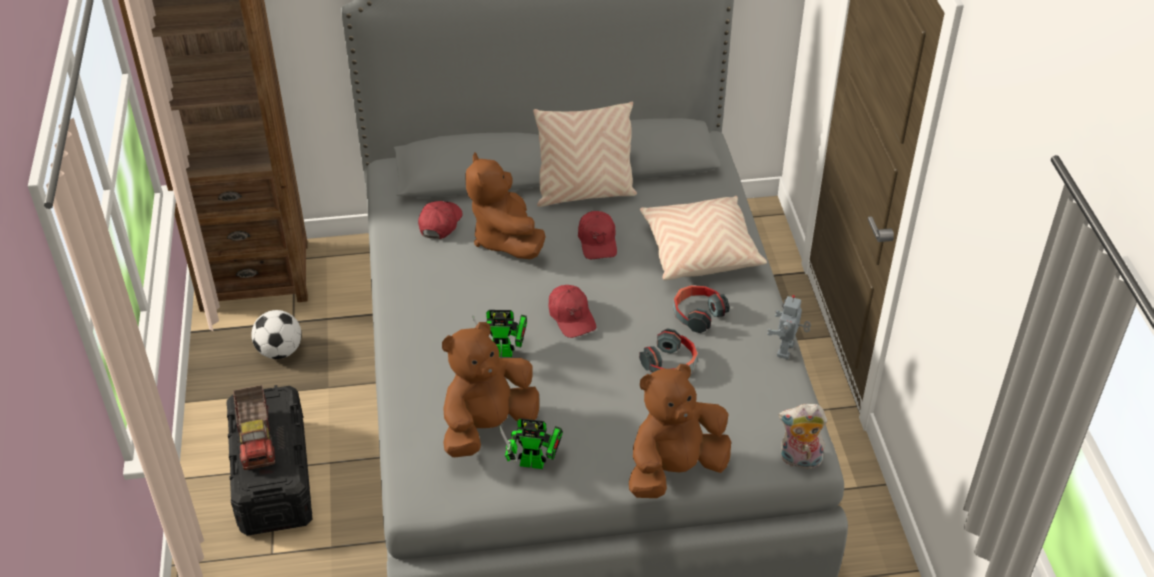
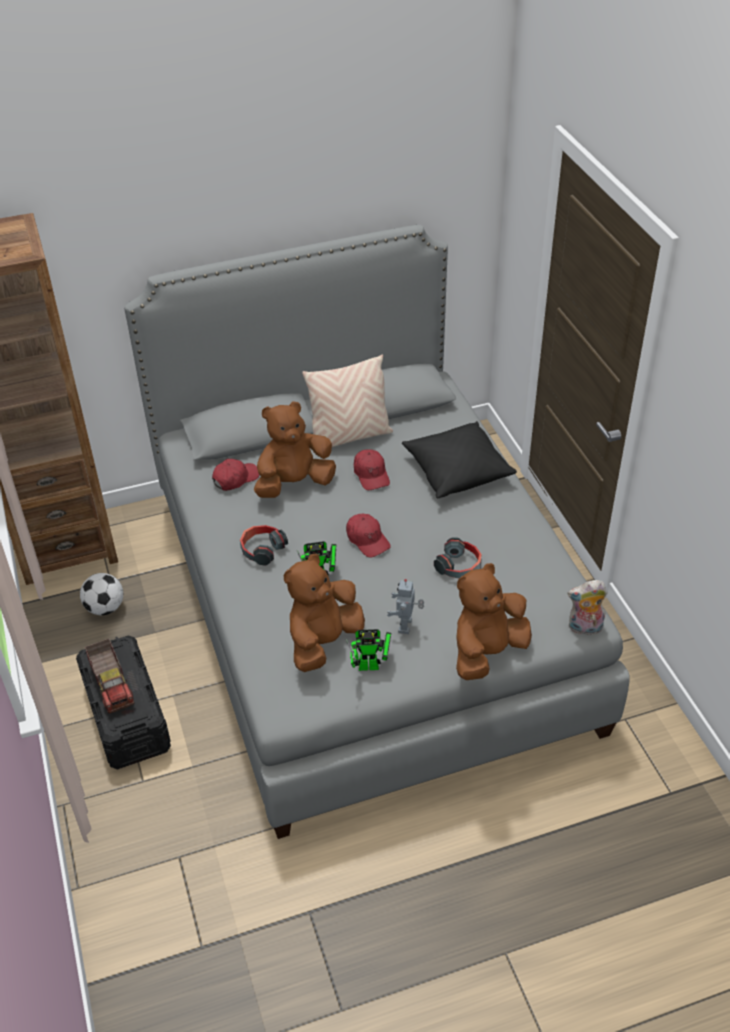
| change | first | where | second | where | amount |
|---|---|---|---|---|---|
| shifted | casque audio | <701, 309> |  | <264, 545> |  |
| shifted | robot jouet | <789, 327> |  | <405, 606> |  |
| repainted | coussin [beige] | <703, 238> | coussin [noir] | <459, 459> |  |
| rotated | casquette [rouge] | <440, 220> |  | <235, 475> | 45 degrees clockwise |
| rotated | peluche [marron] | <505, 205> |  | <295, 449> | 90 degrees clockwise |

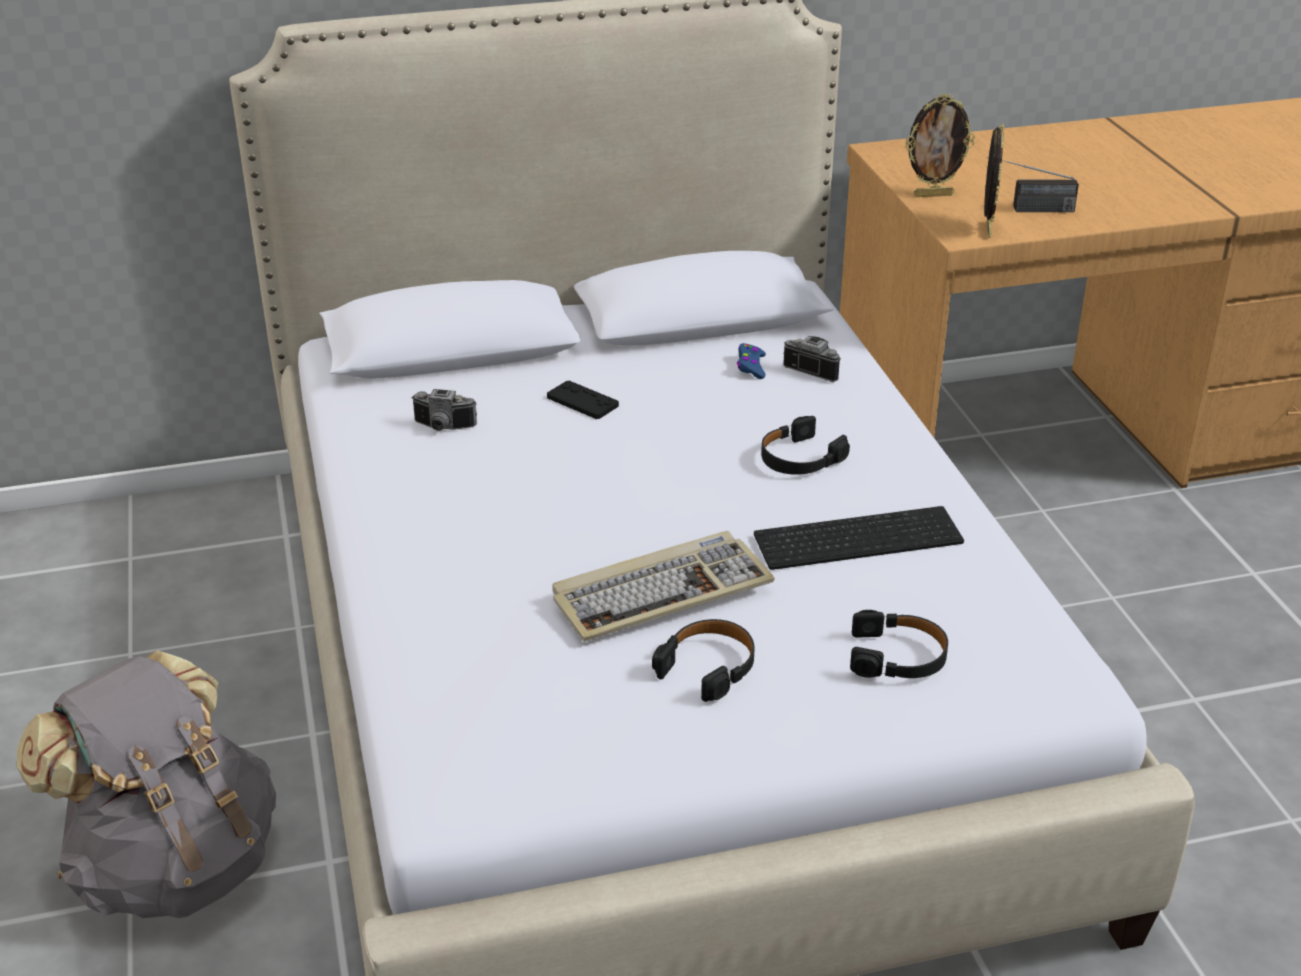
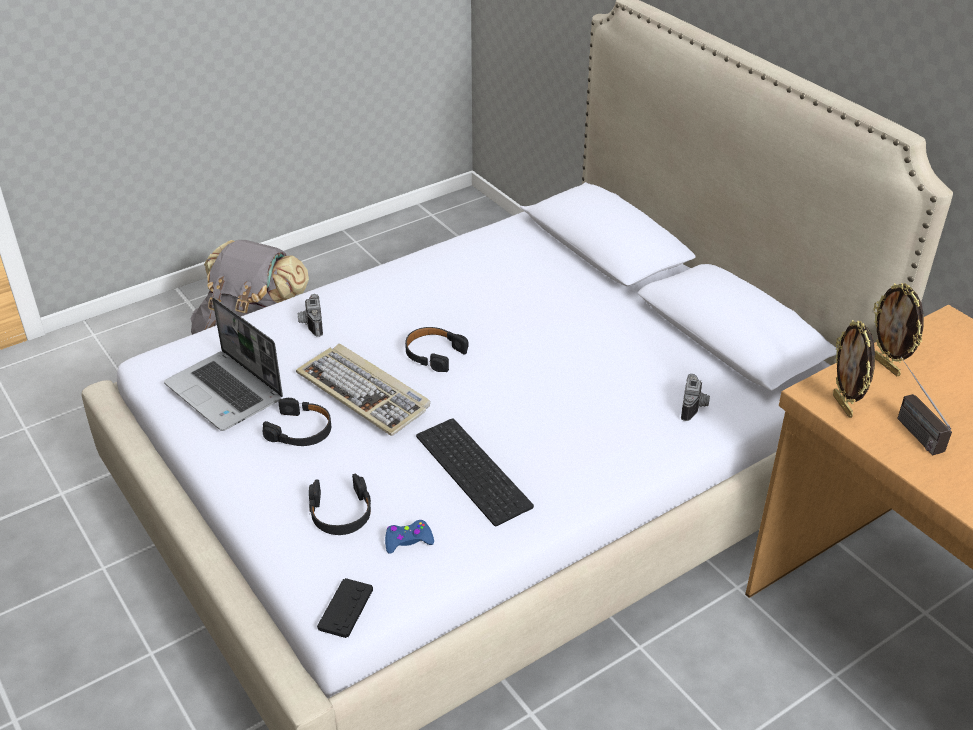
| change | first | where | second | where | amount |
|---|---|---|---|---|---|
| new |  |  | ordinateur portable | <223, 364> |  |
| shifted | appareil photo | <444, 410> |  | <310, 315> |  |
| shifted | manette [noir] | <583, 400> |  | <345, 608> |  |
| shifted | manette [bleu] | <751, 361> |  | <409, 537> |  |
| shifted | casque audio [noir] | <805, 445> |  | <437, 349> |  |
| rotated | cadre photo | <994, 180> |  | <854, 369> | 90 degrees clockwise |

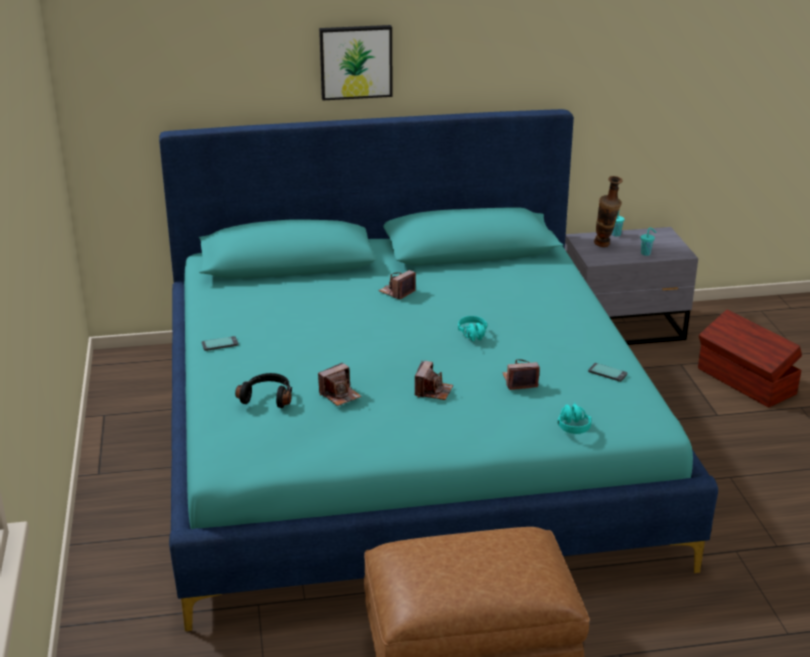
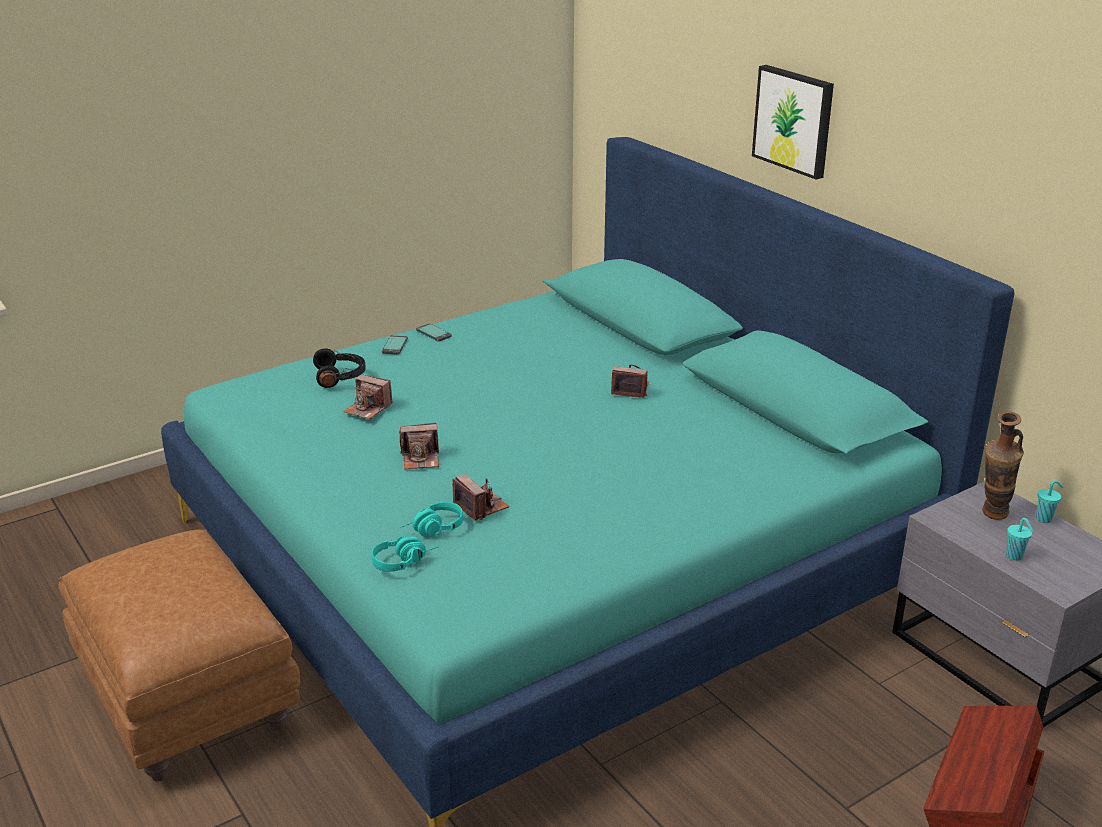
| change | first | where | second | where | amount |
|---|---|---|---|---|---|
| shifted | casque audio [turquoise] | <472, 329> |  | <431, 519> |  |
| shifted | téléphone | <607, 372> |  | <395, 345> |  |

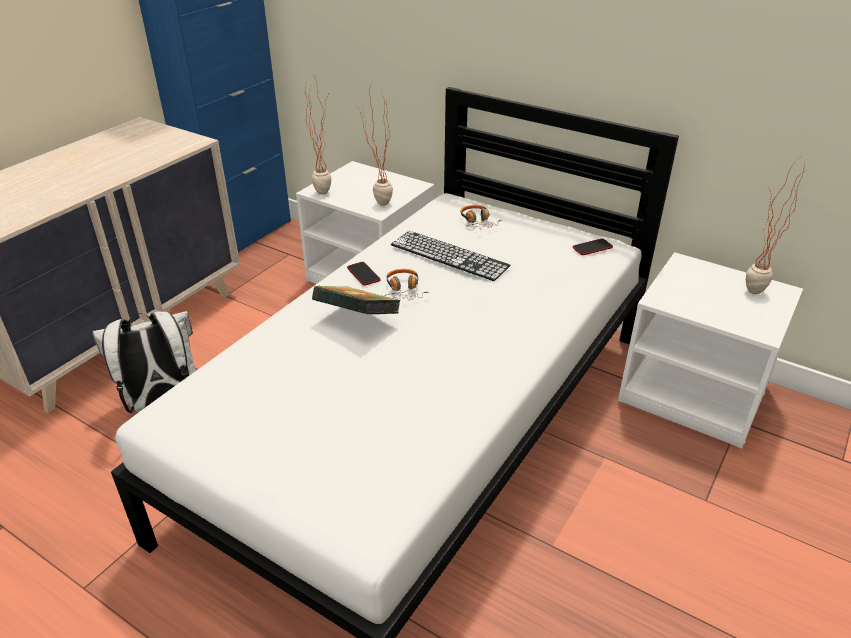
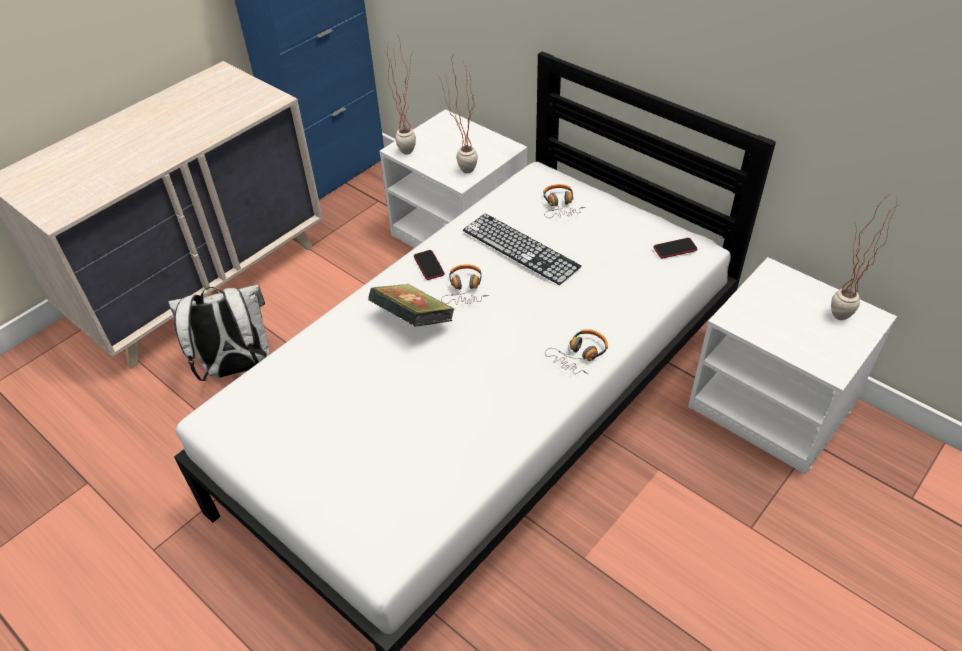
| change | first | where | second | where | amount |
|---|---|---|---|---|---|
| new |  |  | casque audio | <576, 351> |  |

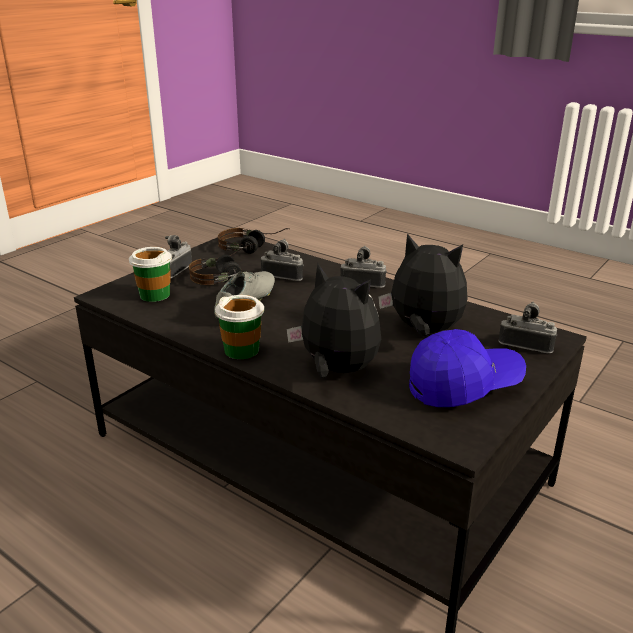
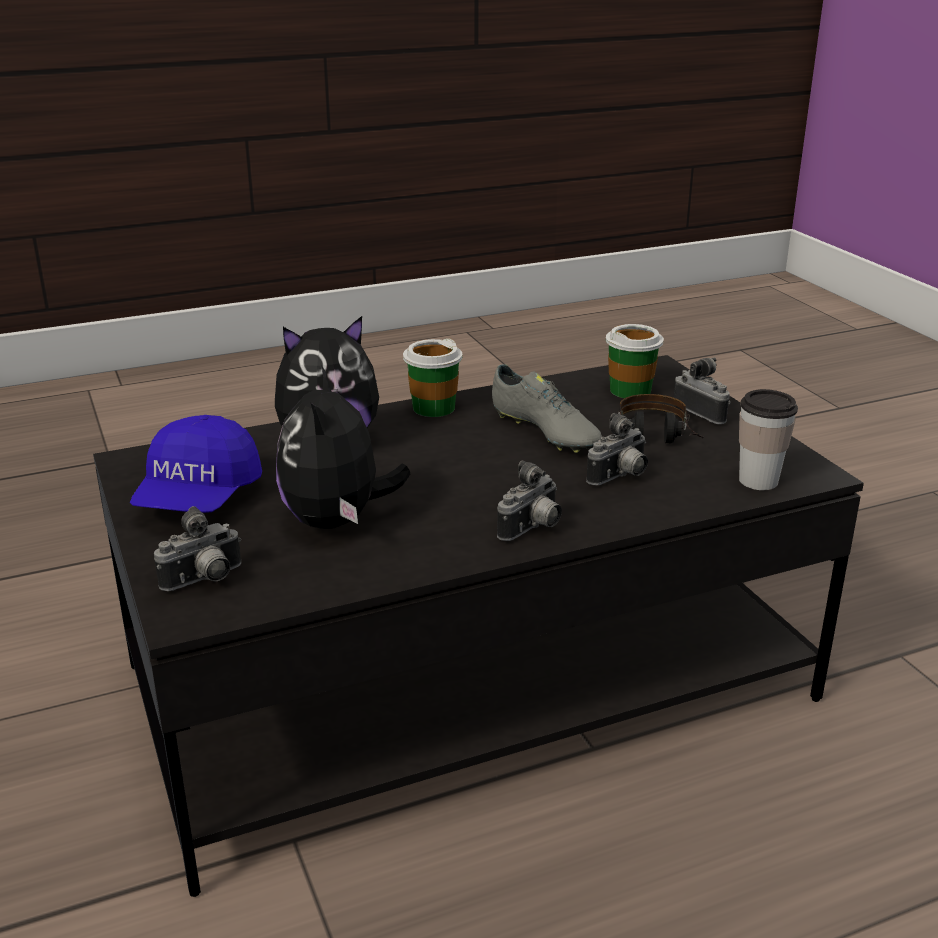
| change | first | where | second | where | amount |
|---|---|---|---|---|---|
| swapped | casque audio | <253, 241> | tasse | <768, 439> |  |
| rotated | peluche | <422, 284> |  | <343, 448> | 120 degrees clockwise |

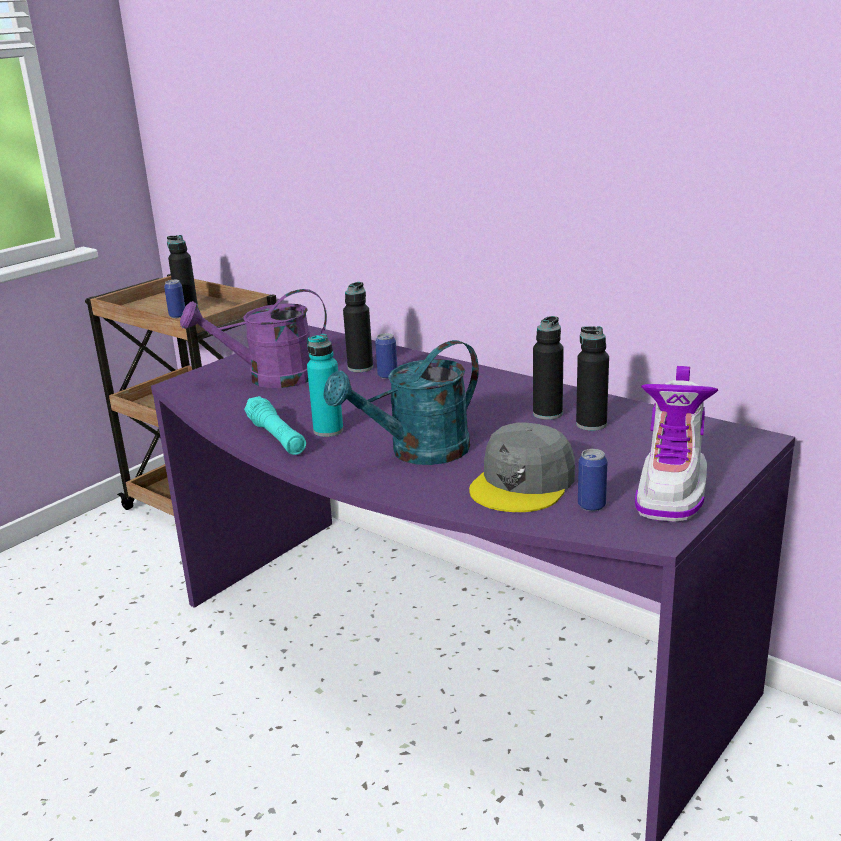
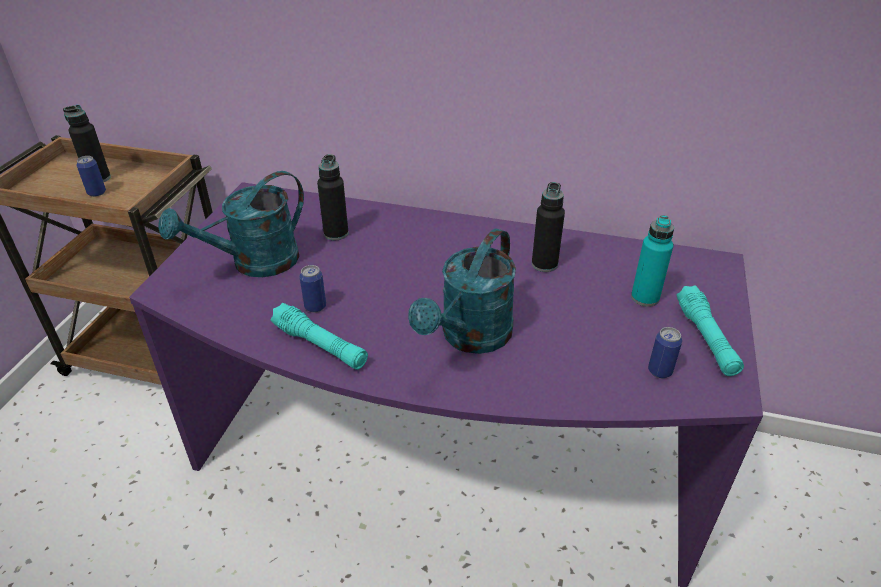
| change | first | where | second | where | amount |
|---|---|---|---|---|---|
| gone | casquette [gris] | <522, 467> |  |  |  |
| gone | bouteille [noir] | <592, 378> |  |  |  |
| shifted | bouteille [turquoise] | <325, 385> |  | <652, 261> |  |
| shifted | boîte métallique | <386, 356> |  | <312, 289> |  |
| swapped | botte | <676, 444> | lampe de poche [turquoise] | <710, 330> |  |
| repainted | arrosoir [violet] | <253, 338> | arrosoir [turquoise] | <231, 224> |  |

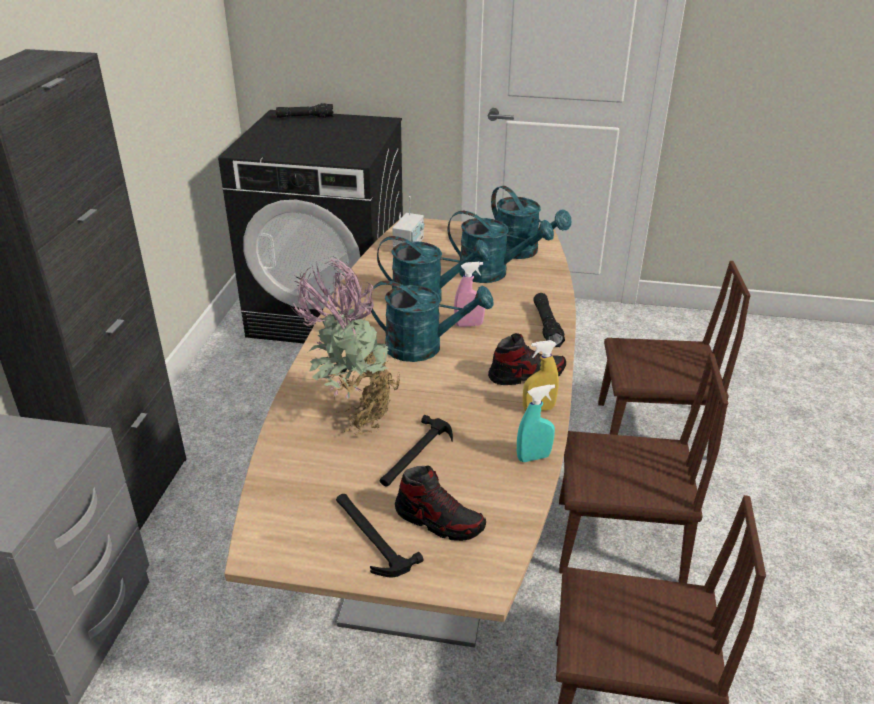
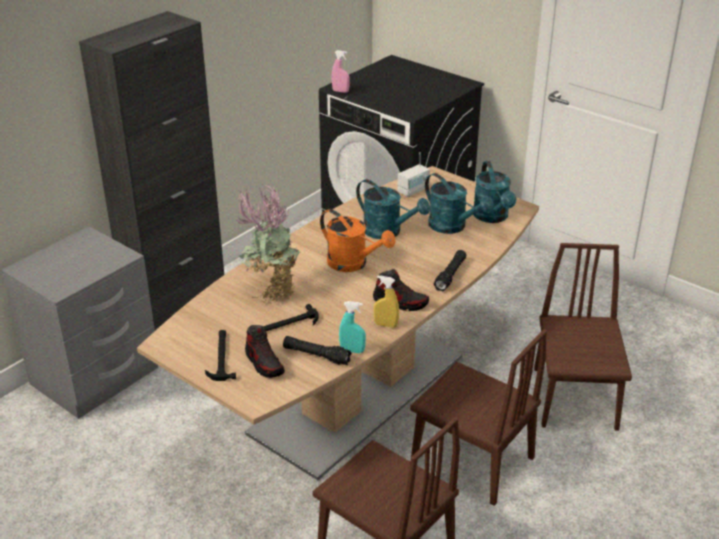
| change | first | where | second | where | amount |
|---|---|---|---|---|---|
| shifted | lampe de poche [noir] | <305, 110> |  | <317, 350> |  |
| shifted | vaporisateur [rose] | <469, 294> |  | <341, 71> |  |
| repainted | arrosoir [turquoise] | <431, 321> | arrosoir [orange] | <358, 240> |  |
| rotated | chaise [marron] | <674, 360> |  | <583, 337> | 120 degrees counterclockwise |

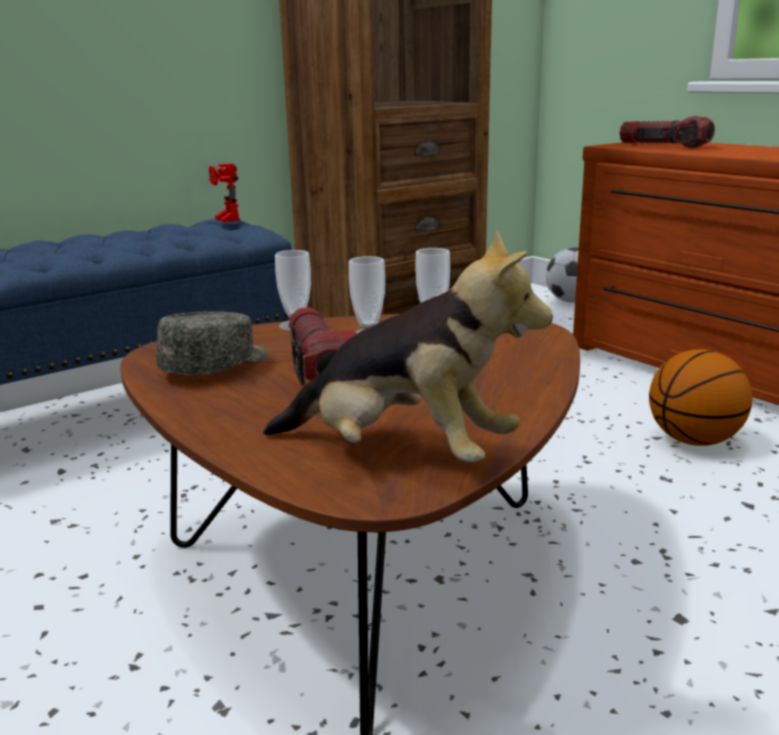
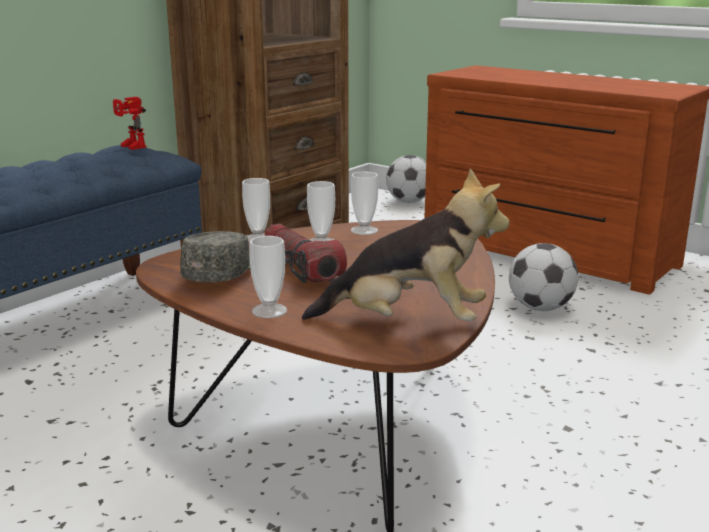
| change | first | where | second | where | amount |
|---|---|---|---|---|---|
| gone | lampe de poche | <667, 132> |  |  |  |
| new |  |  | tasse | <268, 277> |  |
| swapped | ballon de basket | <700, 397> | ballon de foot | <544, 277> |  |

